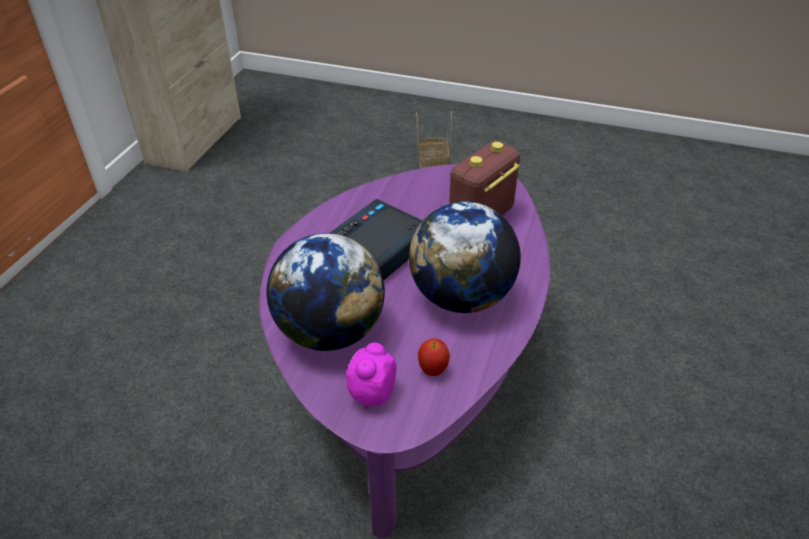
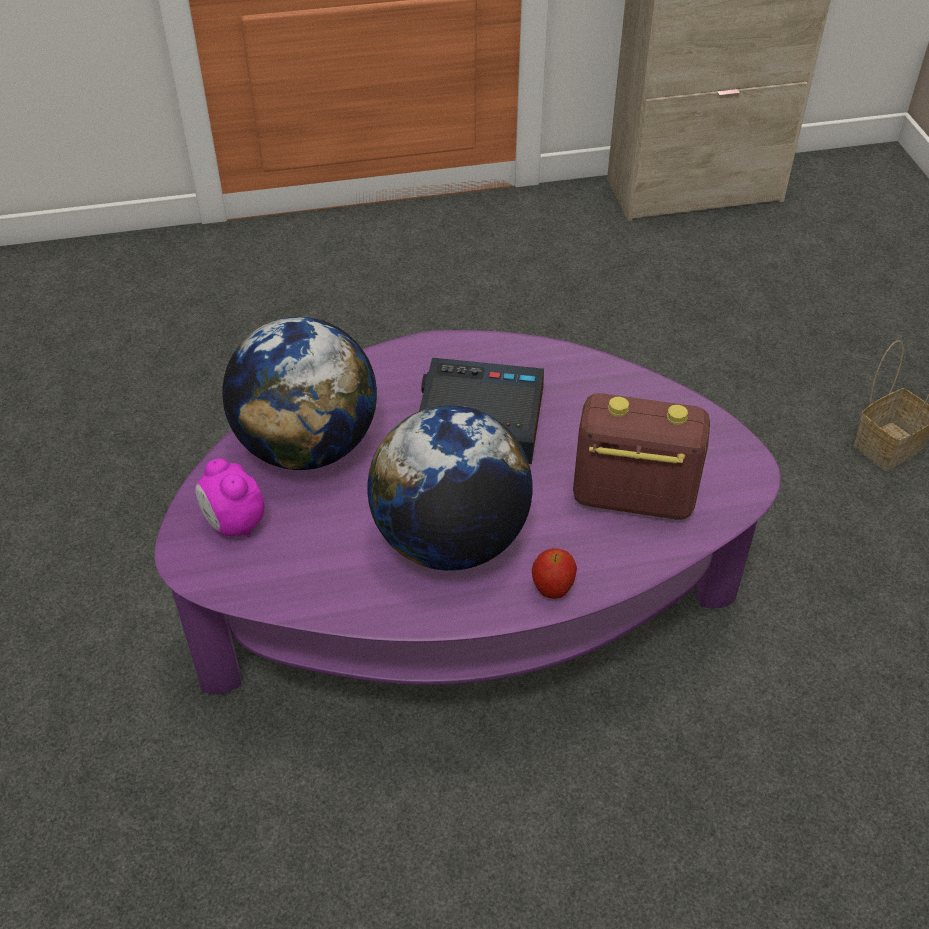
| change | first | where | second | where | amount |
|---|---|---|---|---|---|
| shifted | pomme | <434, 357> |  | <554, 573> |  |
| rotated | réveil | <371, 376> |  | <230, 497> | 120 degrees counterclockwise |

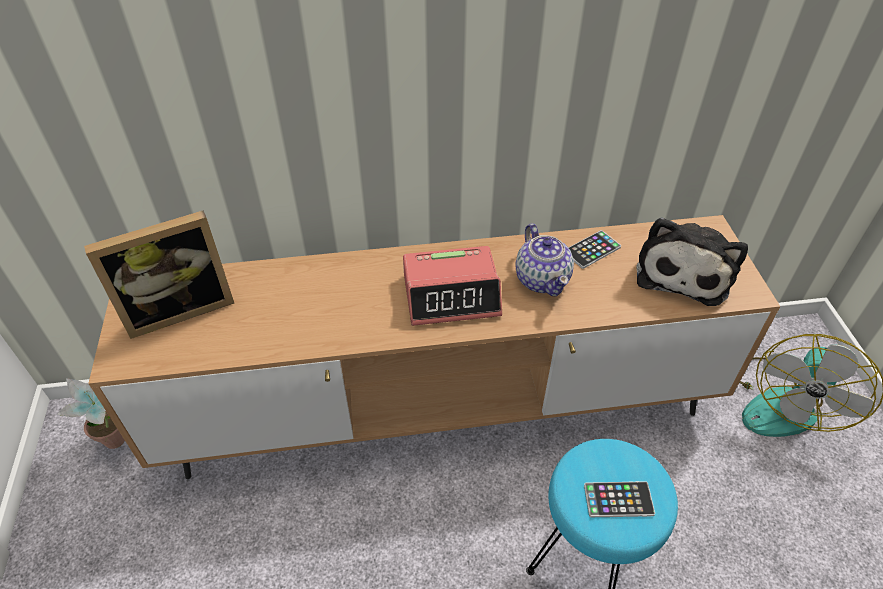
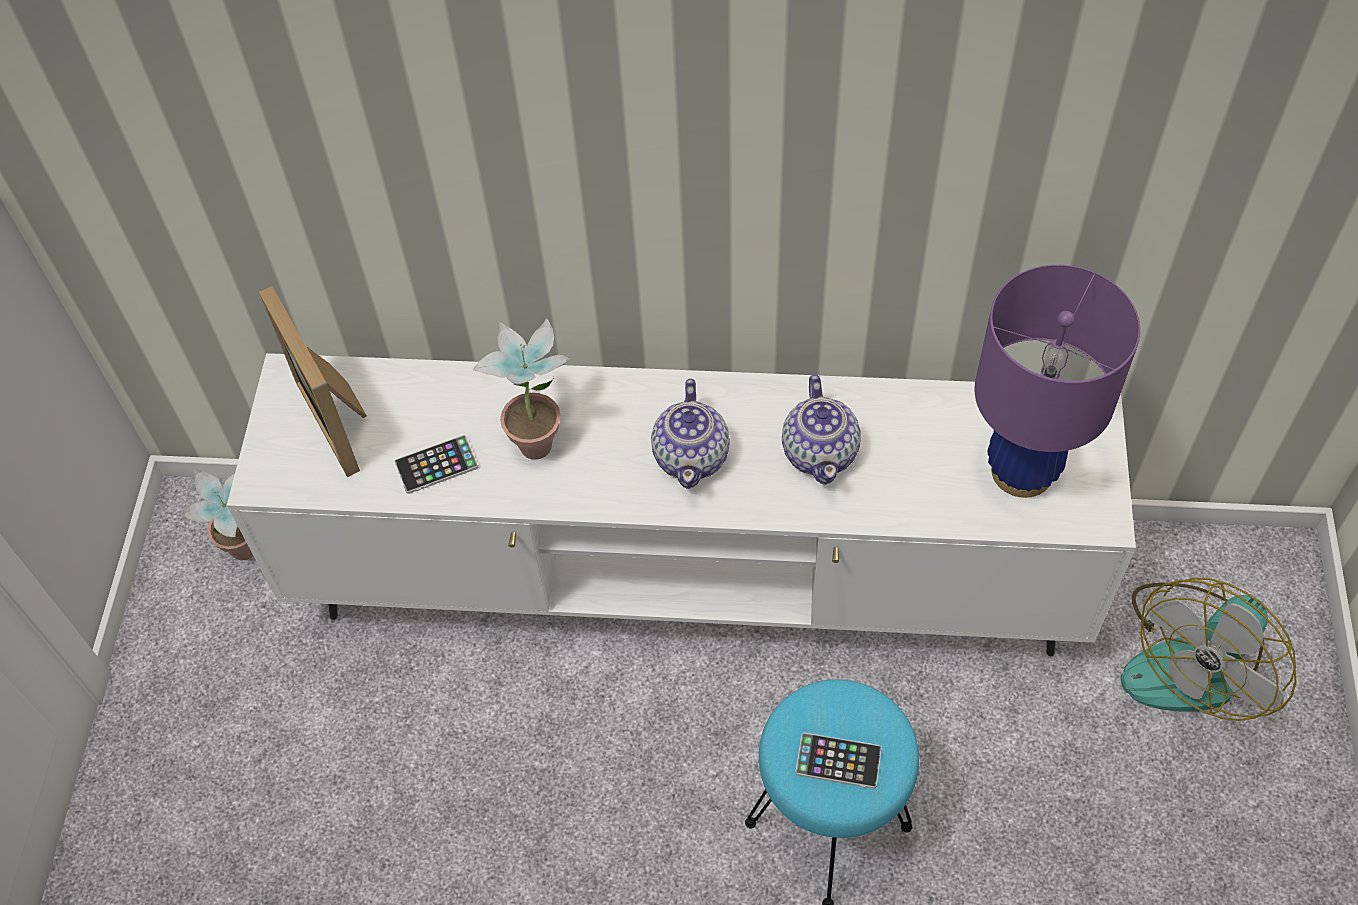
| change | first | where | second | where | amount |
|---|---|---|---|---|---|
| new |  |  | plante en pot | <521, 389> |  |
| shifted | téléphone | <594, 249> |  | <436, 464> |  |
| swapped | réveil | <452, 286> | théière | <690, 434> |  |
| swapped | peluche | <692, 261> | lampe de table [violet] | <1057, 381> |  |
| repainted | meuble télé [marron] | <434, 347> | meuble télé [blanc] | <681, 504> |  |
| rotated | cadre photo | <159, 275> |  | <313, 381> | 75 degrees clockwise |

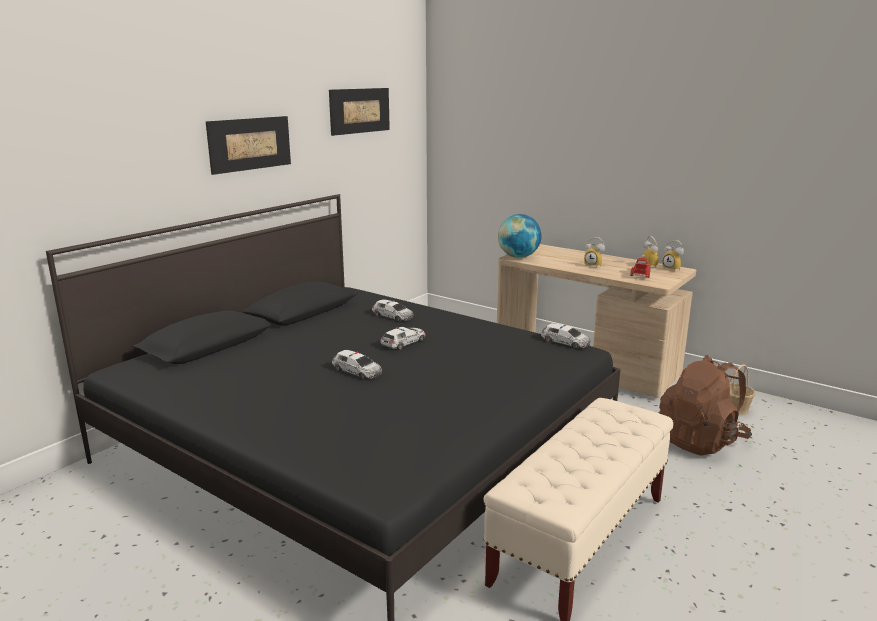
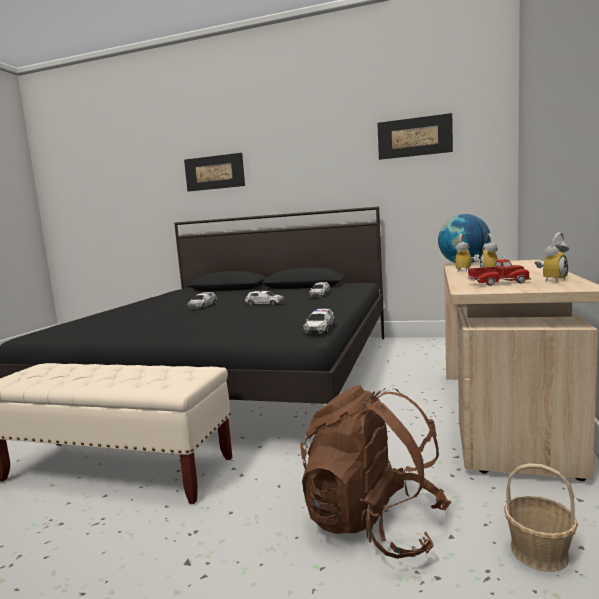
| change | first | where | second | where | amount |
|---|---|---|---|---|---|
| shifted | tableau | <248, 145> |  | <214, 172> |  |
| shifted | réveil | <673, 255> |  | <467, 253> |  |

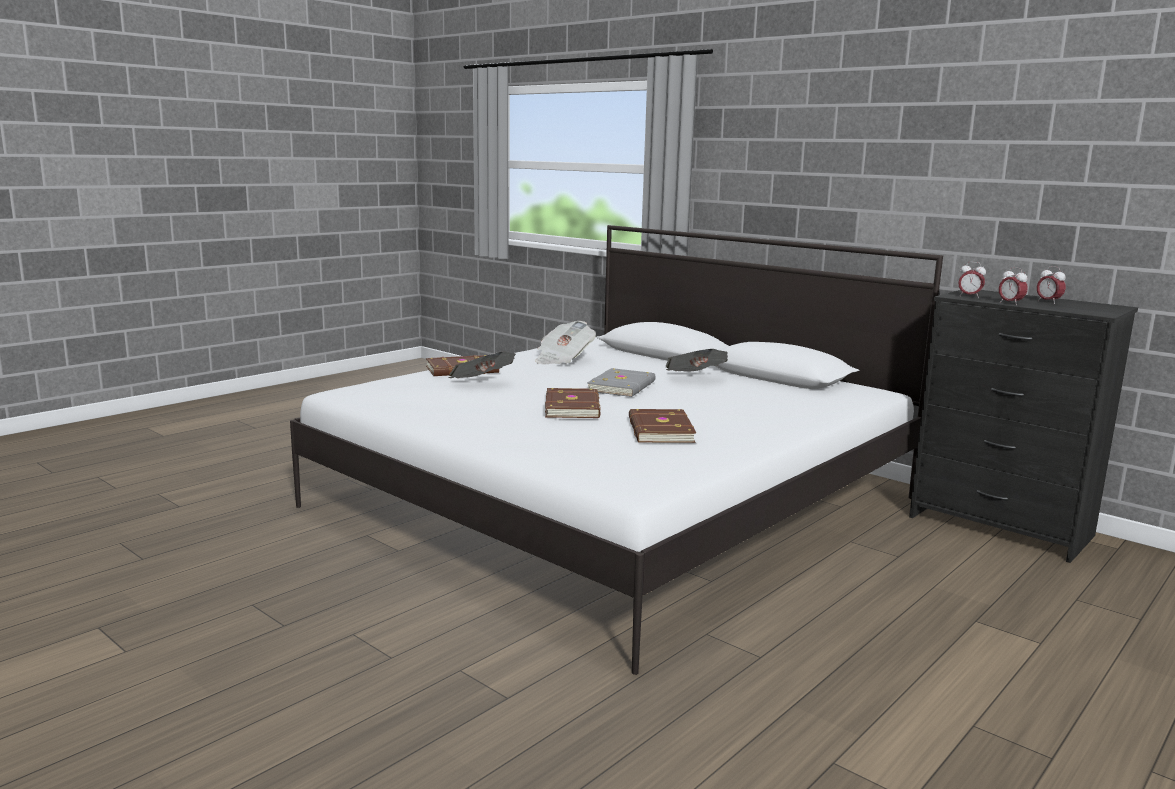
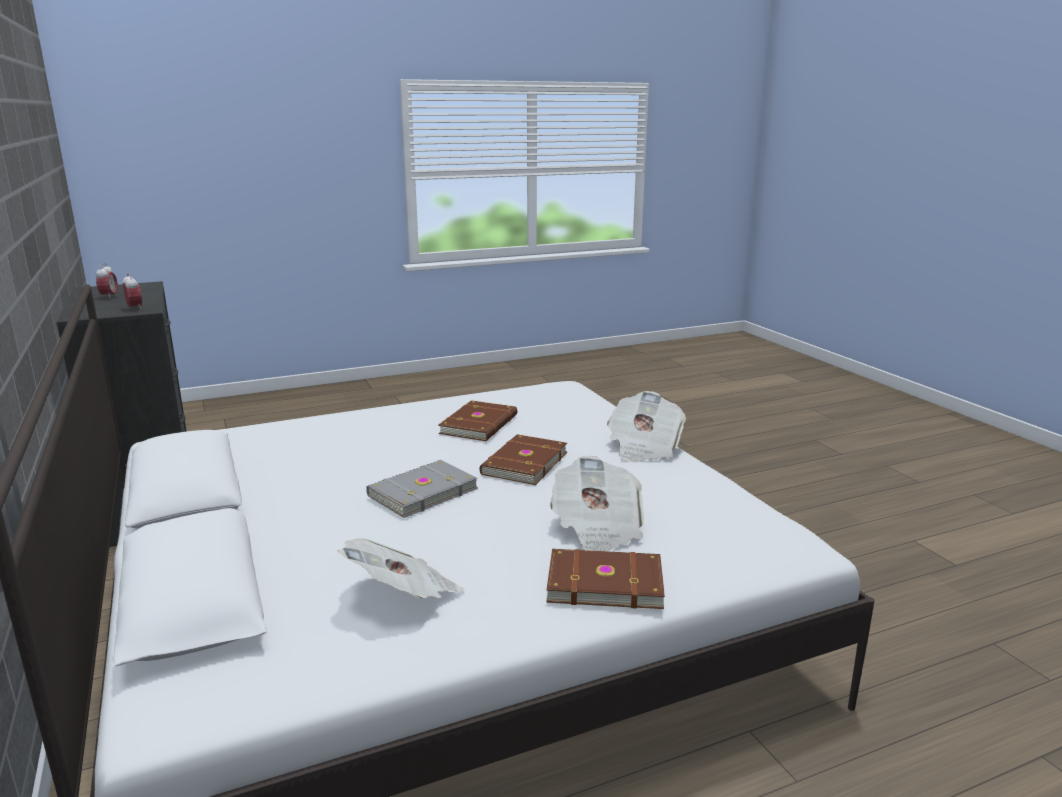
| change | first | where | second | where | amount |
|---|---|---|---|---|---|
| gone | réveil | <1013, 285> |  |  |  |
| shifted | journal | <697, 360> |  | <646, 427> |  |

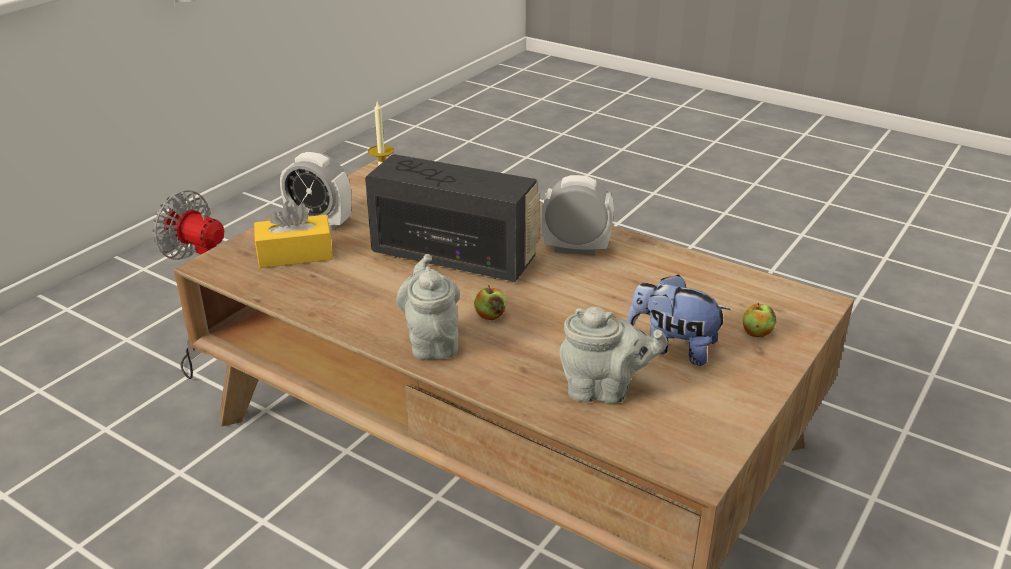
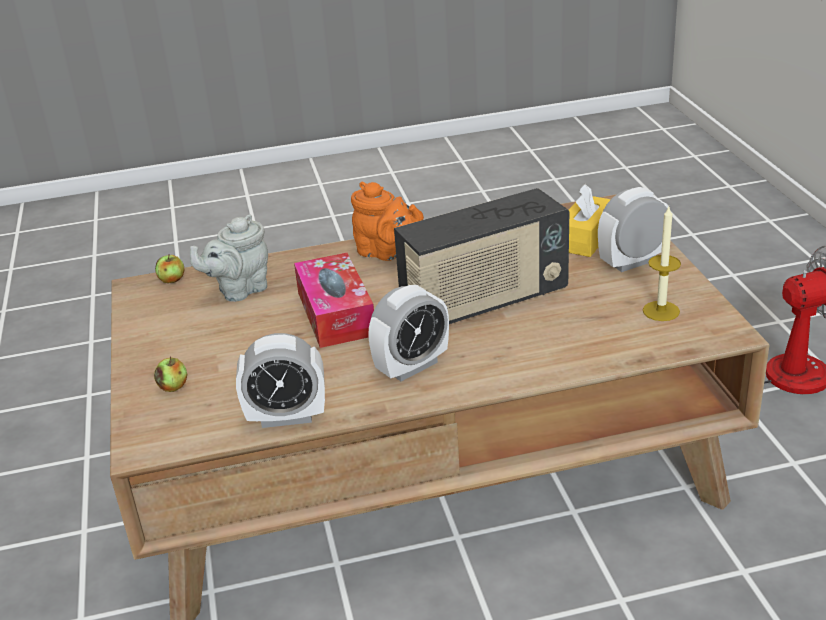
| change | first | where | second | where | amount |
|---|---|---|---|---|---|
| gone | peluche | <678, 320> |  |  |  |
| new |  |  | réveil | <280, 380> |  |
| new |  |  | boîte à mouchoirs | <334, 300> |  |
| shifted | pomme | <490, 302> |  | <169, 268> |  |
| repainted | théière [gris] | <428, 307> | théière [orange] | <387, 221> |  |

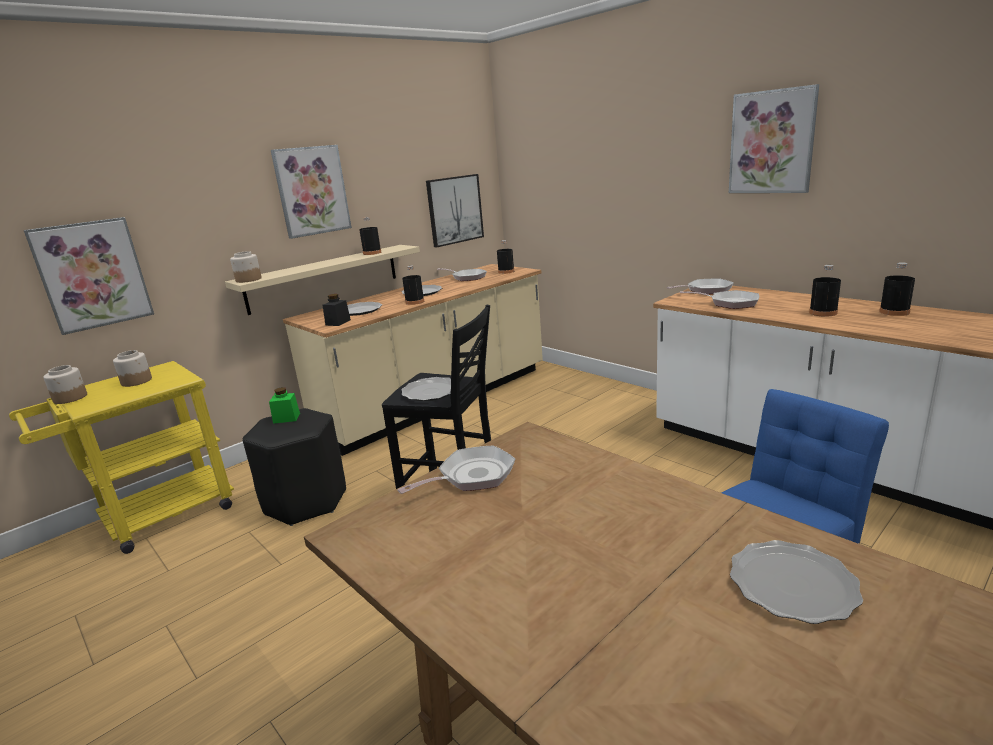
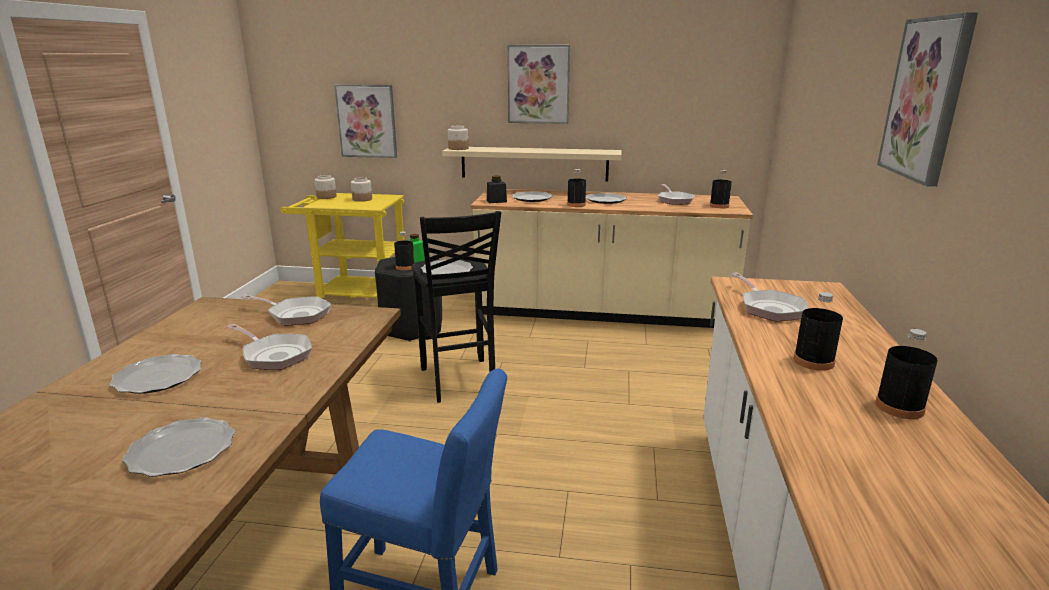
| change | first | where | second | where | amount |
|---|---|---|---|---|---|
| gone | tableau | <455, 211> |  |  |  |
| new |  |  | assiette | <155, 374> |  |
| shifted | bouteille [noir] | <370, 236> |  | <404, 250> |  |
| shifted | poêle | <700, 286> |  | <269, 347> |  |

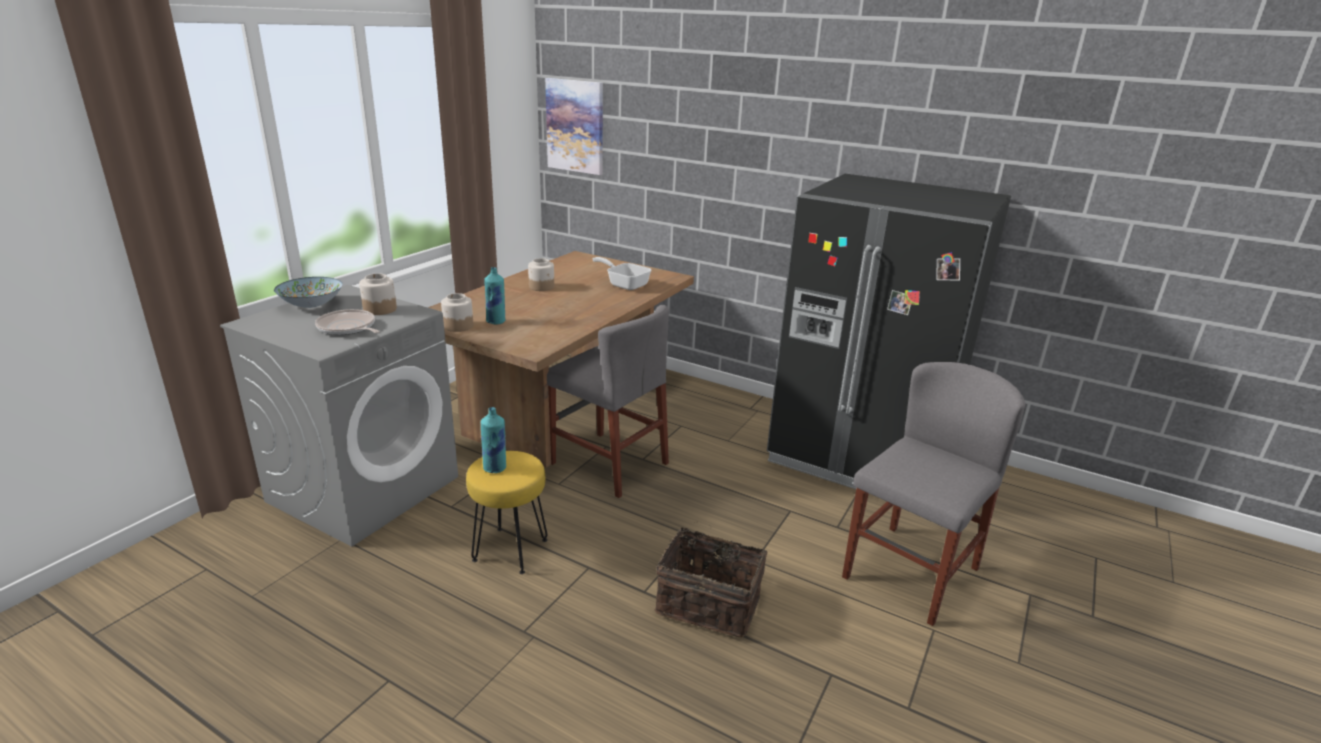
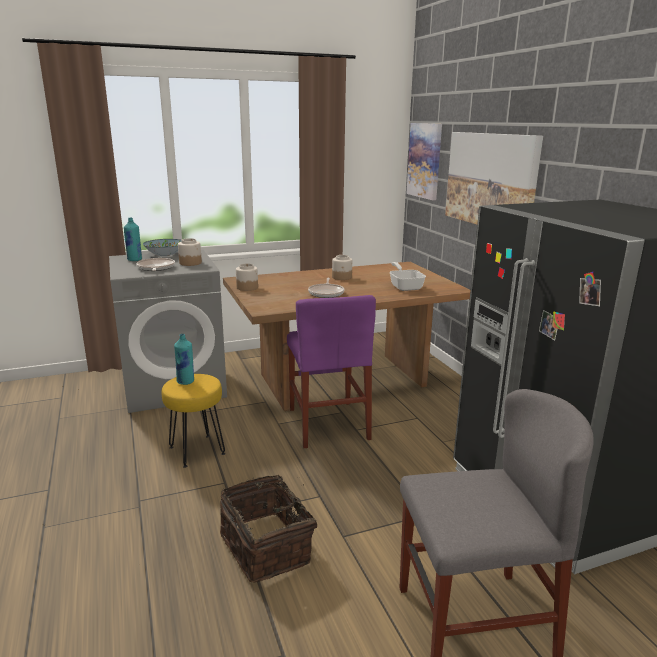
| change | first | where | second | where | amount |
|---|---|---|---|---|---|
| new |  |  | poêle | <326, 288> |  |
| new |  |  | tableau | <494, 178> |  |
| shifted | bouteille [turquoise] | <494, 295> |  | <133, 239> |  |
| repainted | chaise [gris] | <608, 401> | chaise [violet] | <331, 371> |  |

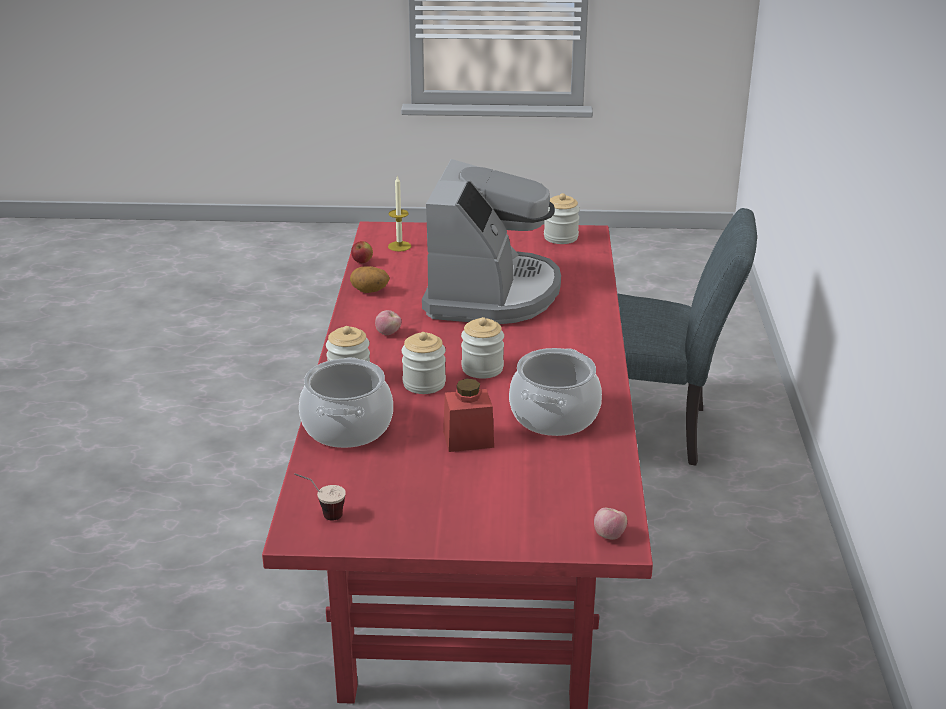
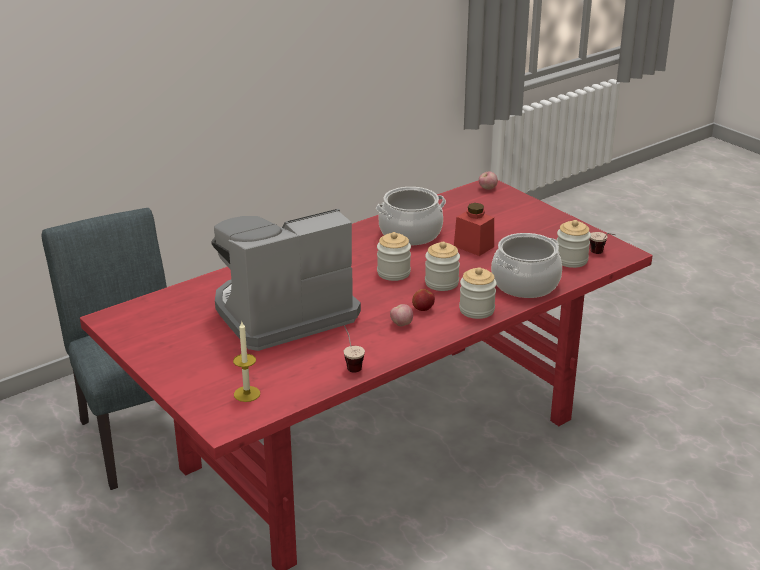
| change | first | where | second | where | amount |
|---|---|---|---|---|---|
| shifted | pomme | <362, 252> |  | <423, 300> |  |
| shifted | bocal | <562, 218> |  | <574, 244> |  |
| swapped | pomme de terre | <370, 279> | tasse | <354, 349> |  |

